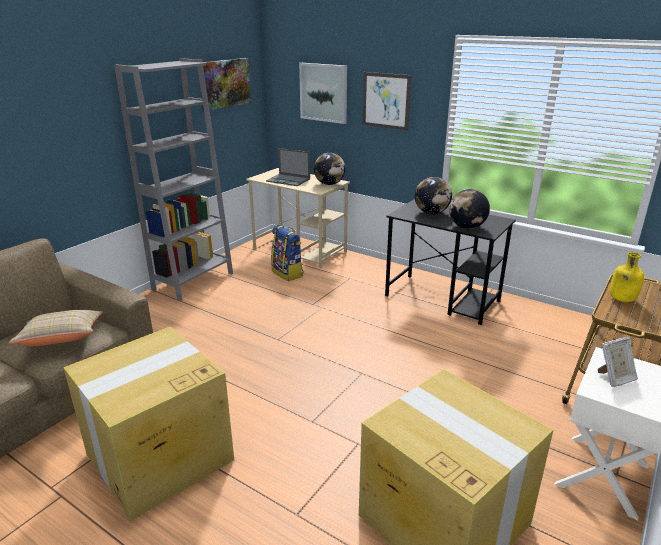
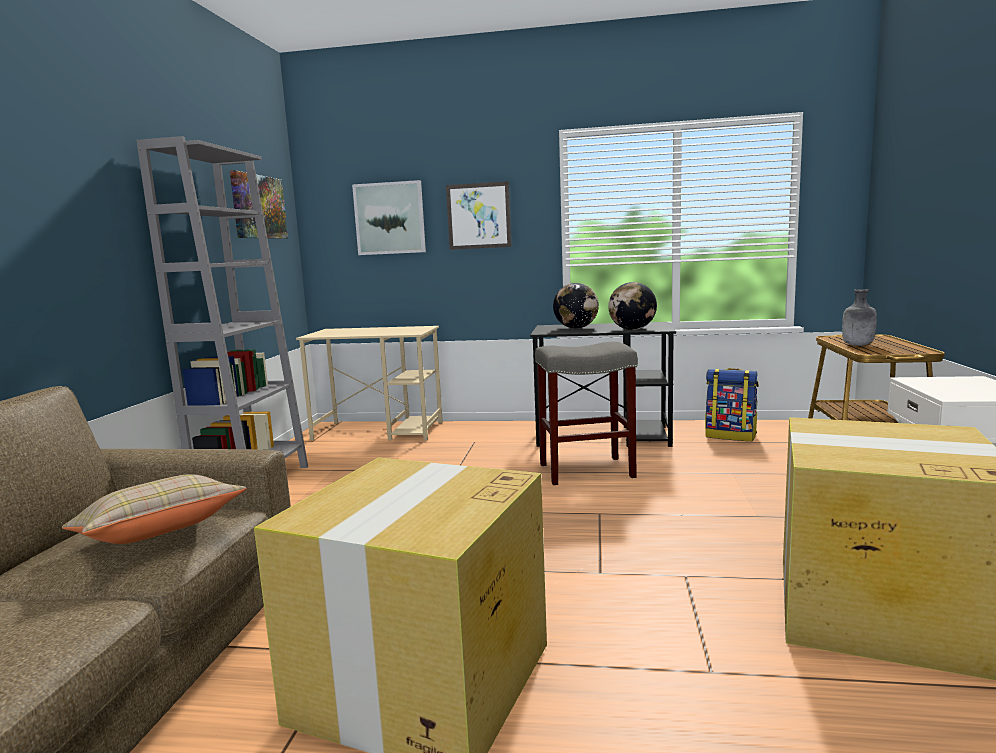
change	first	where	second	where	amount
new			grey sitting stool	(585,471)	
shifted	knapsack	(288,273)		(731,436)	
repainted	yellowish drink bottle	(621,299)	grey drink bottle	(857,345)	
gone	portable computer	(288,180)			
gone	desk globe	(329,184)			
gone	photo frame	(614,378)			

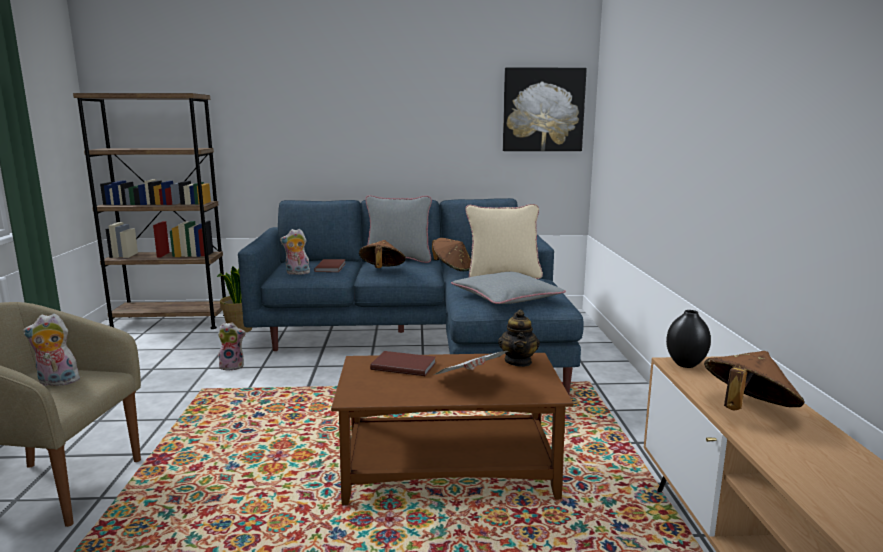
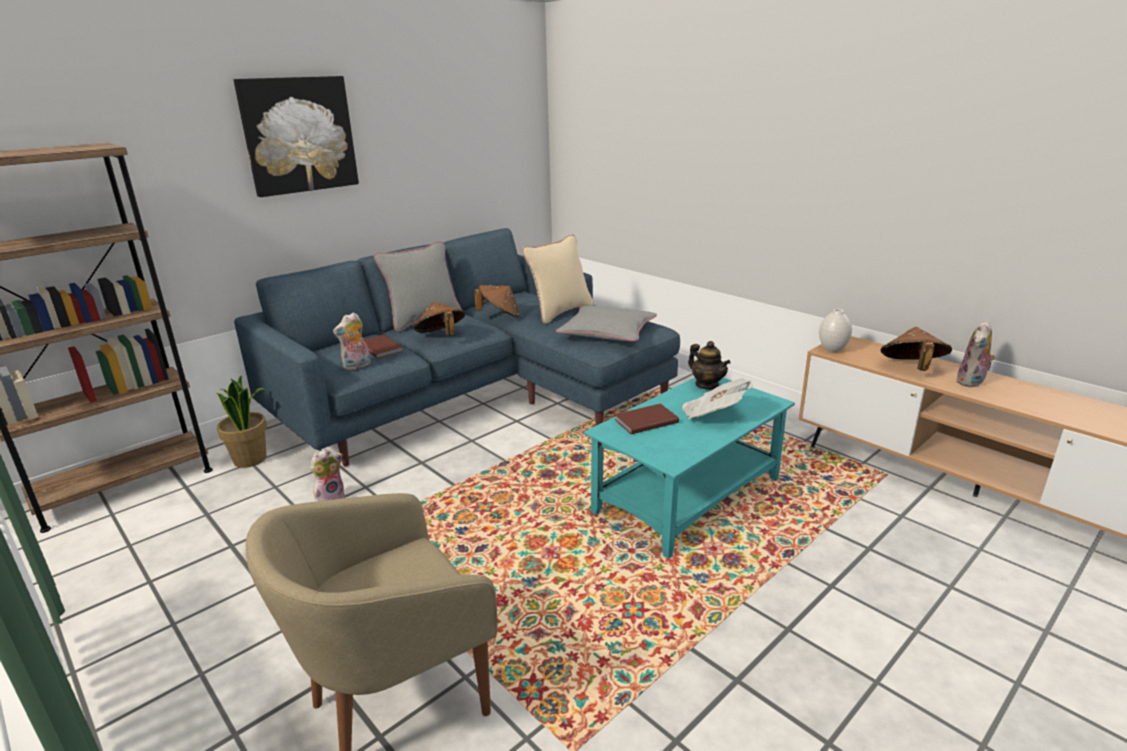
change	first	where	second	where	amount
shifted	wall picture	(543,110)		(299,135)	
repainted	brownish low table	(451,470)	blue-green low table	(688,495)	
repainted	black-coloured decorative vase	(686,364)	white-coloured decorative vase	(833,349)	
shifted	soft toy	(56,382)		(972,382)	

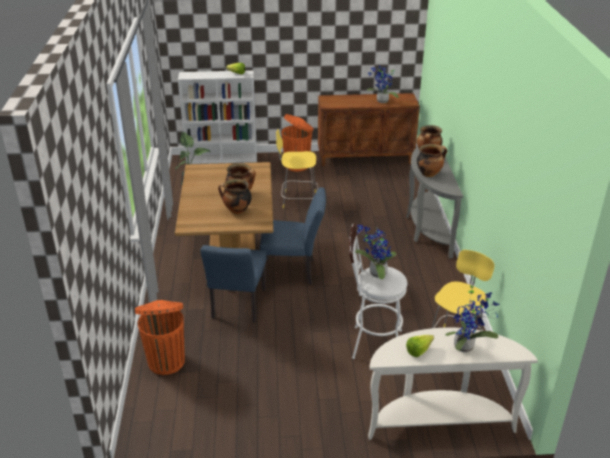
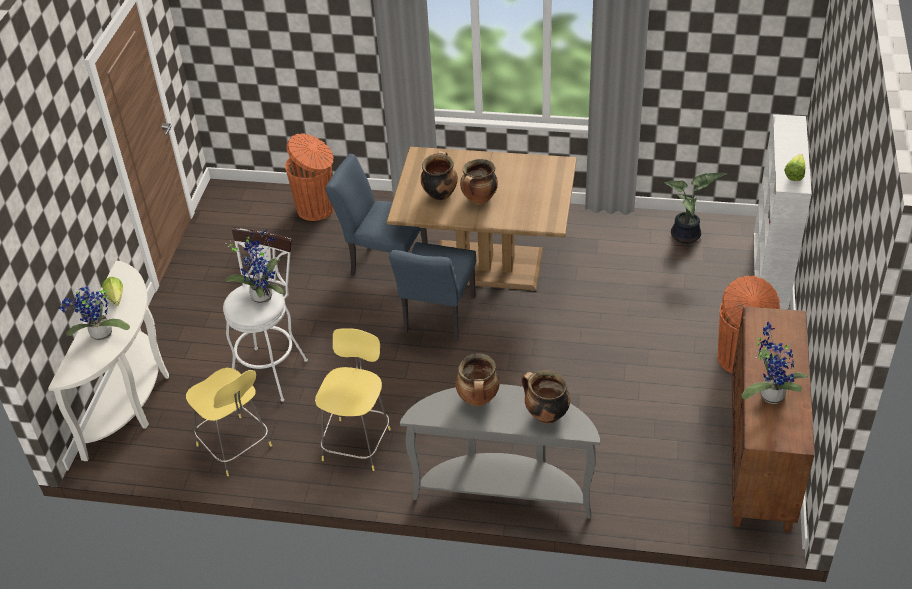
change	first	where	second	where	amount
shifted	yellowish sitting stool	(297,200)		(357,442)	

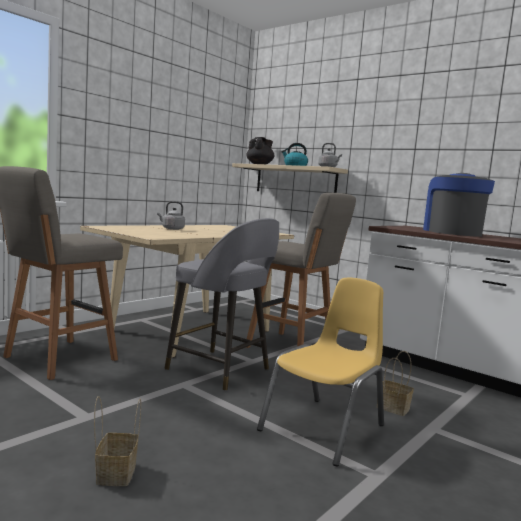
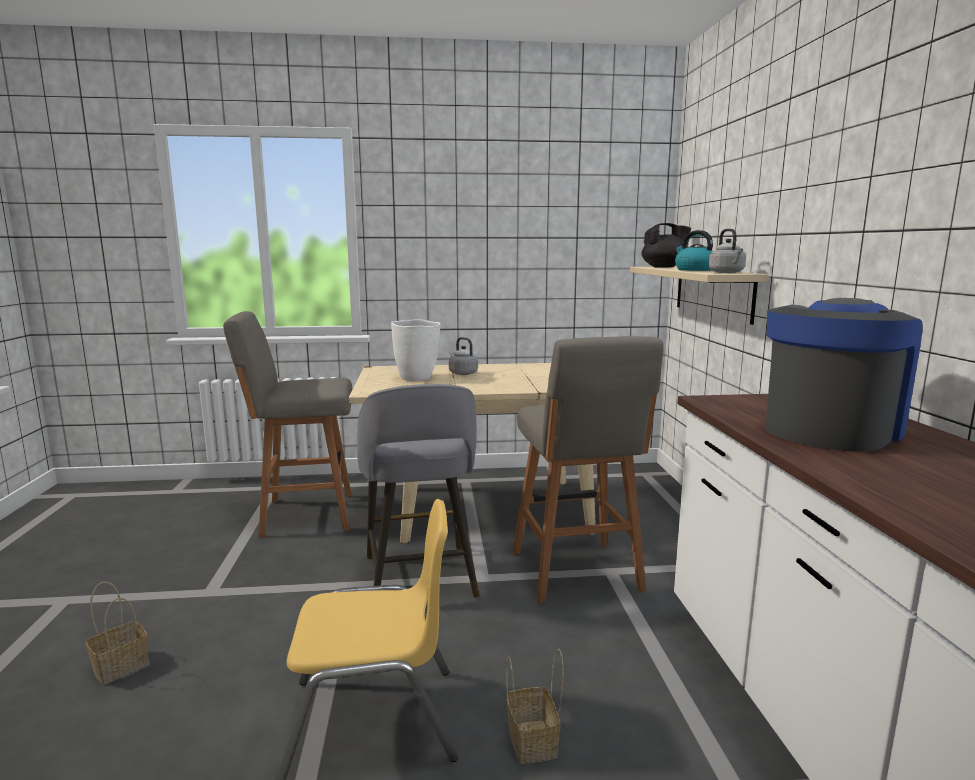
change	first	where	second	where	amount
new			white-coloured decorative vase	(417,378)	

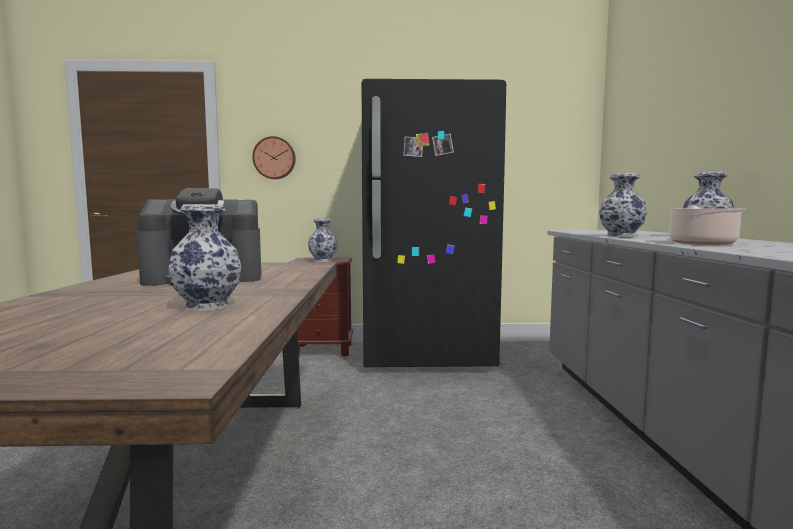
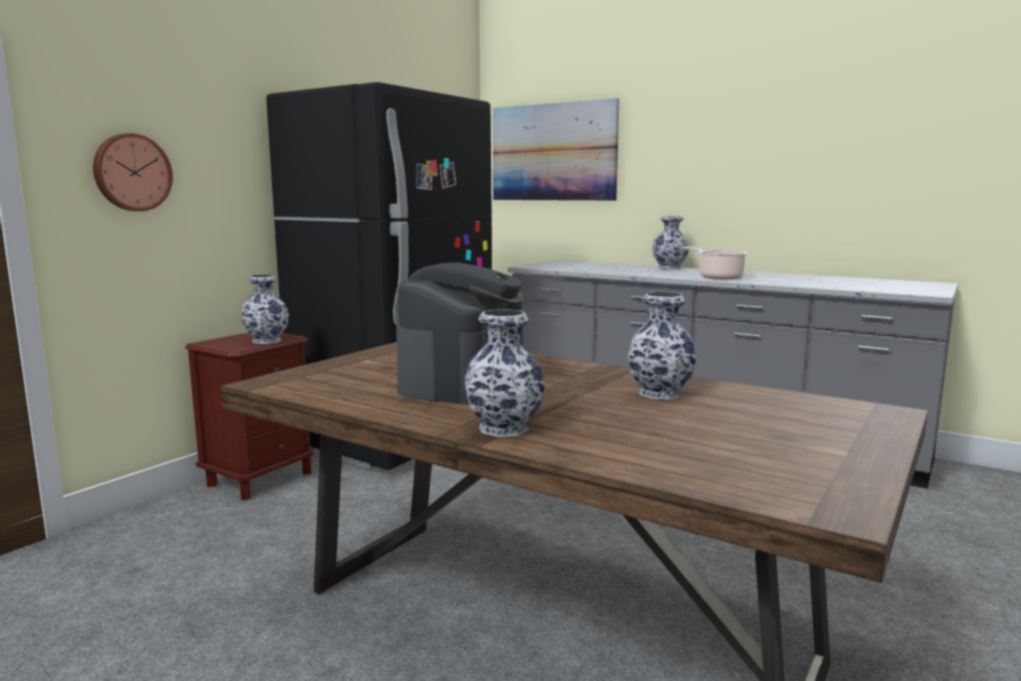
change	first	where	second	where	amount
shifted	decorative vase	(621,236)		(503,428)	
new			wall picture	(553,152)	

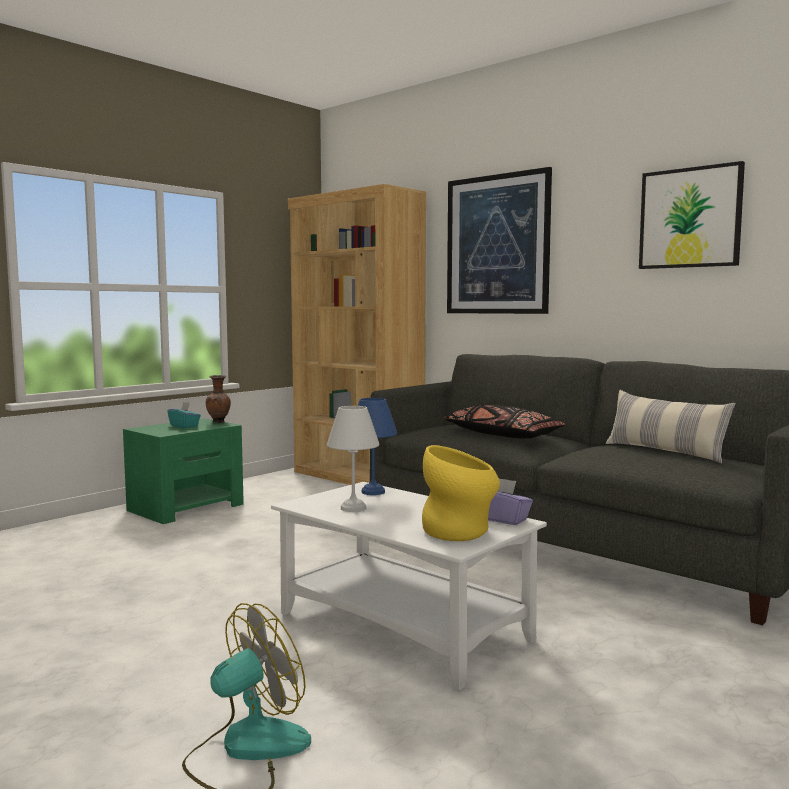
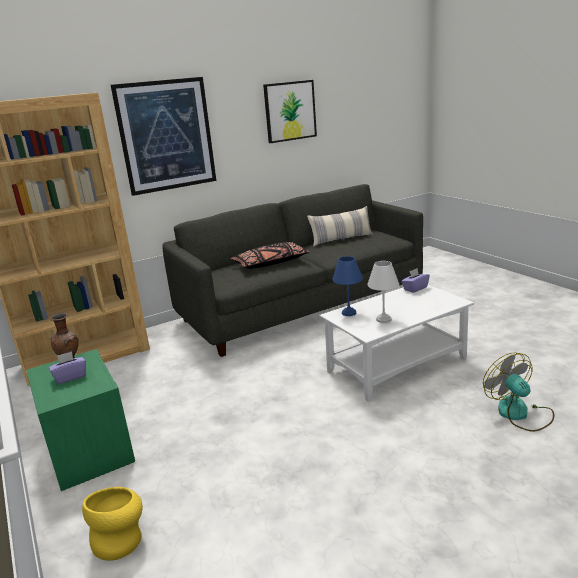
change	first	where	second	where	amount
repainted	blue-green tissue box	(184,426)	purple tissue box	(70,377)	
shifted	yellowish decorative vase	(460,532)		(121,540)	

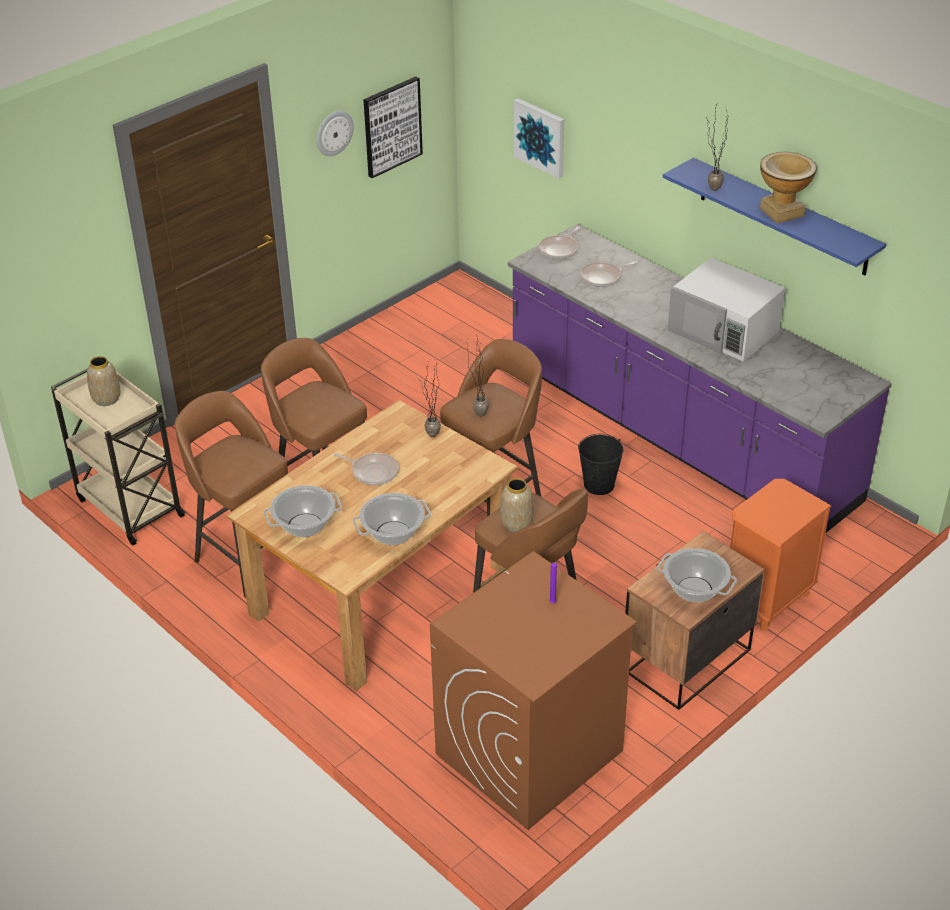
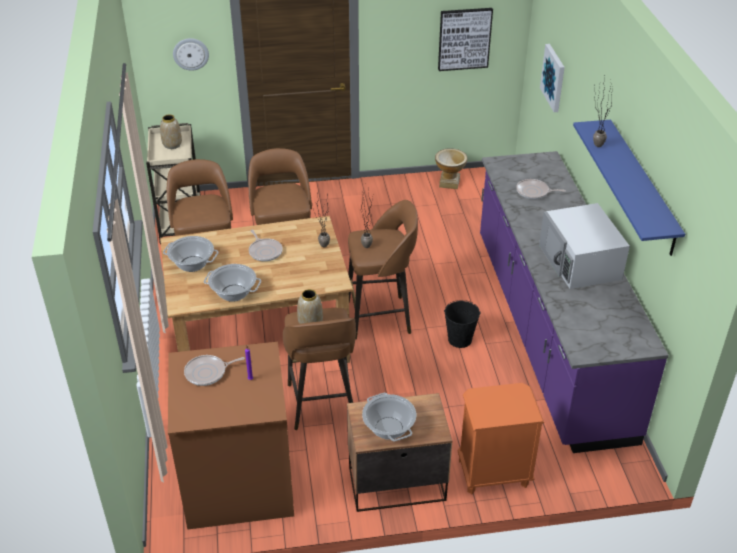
change	first	where	second	where	amount
shifted	clock on the wall	(334,132)		(190,53)	
shifted	frying pan	(560,249)		(208,373)	
shifted	decorative vase	(782,212)		(449,183)	

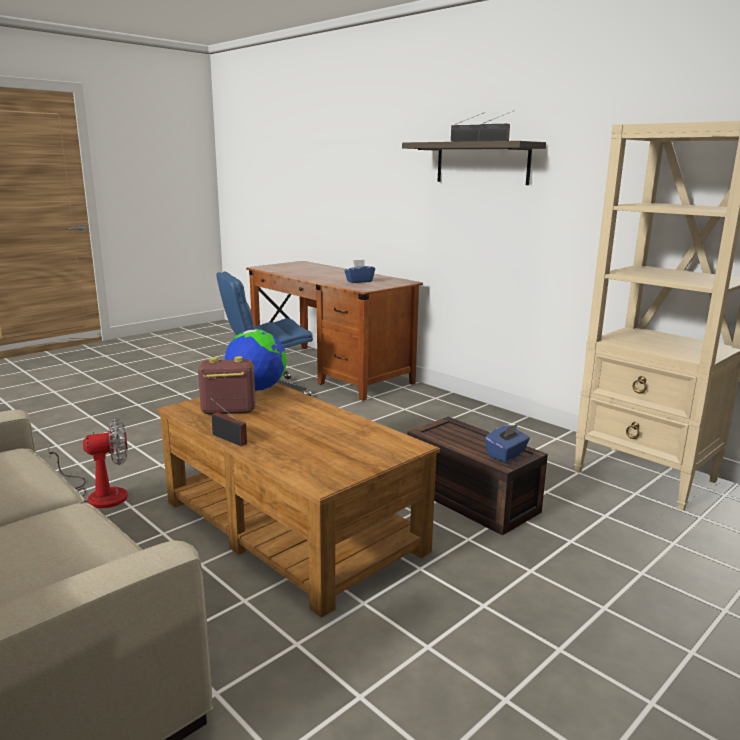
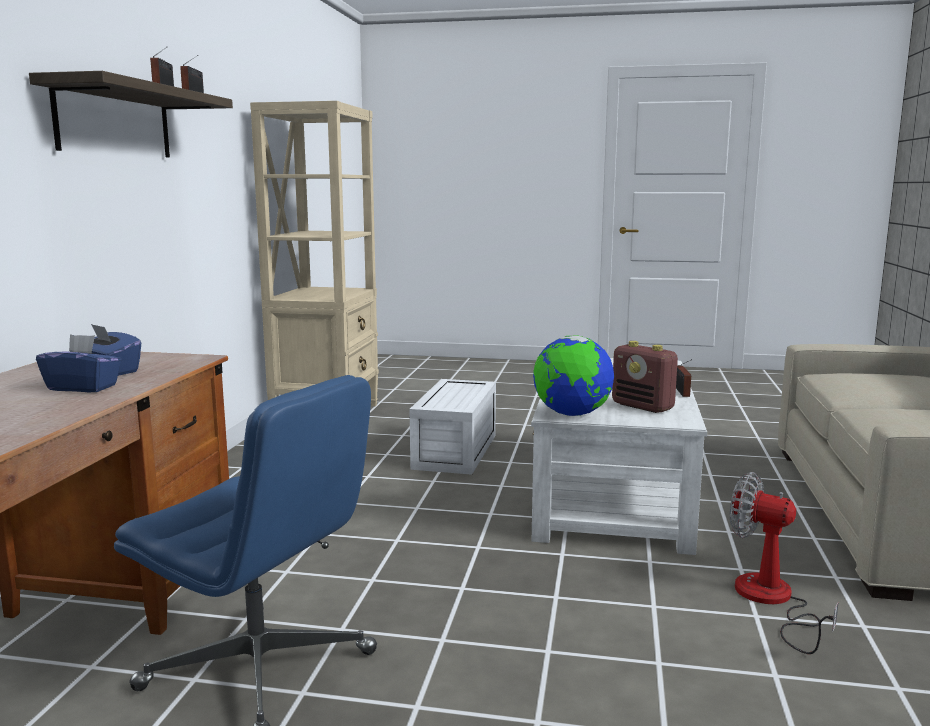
change	first	where	second	where	amount
shifted	blue-coloured tissue box	(506,455)		(83,387)	
repainted	brownish storage box	(468,498)	white-coloured storage box	(457,452)	
repainted	brownish low table	(292,524)	white-coloured low table	(611,492)	

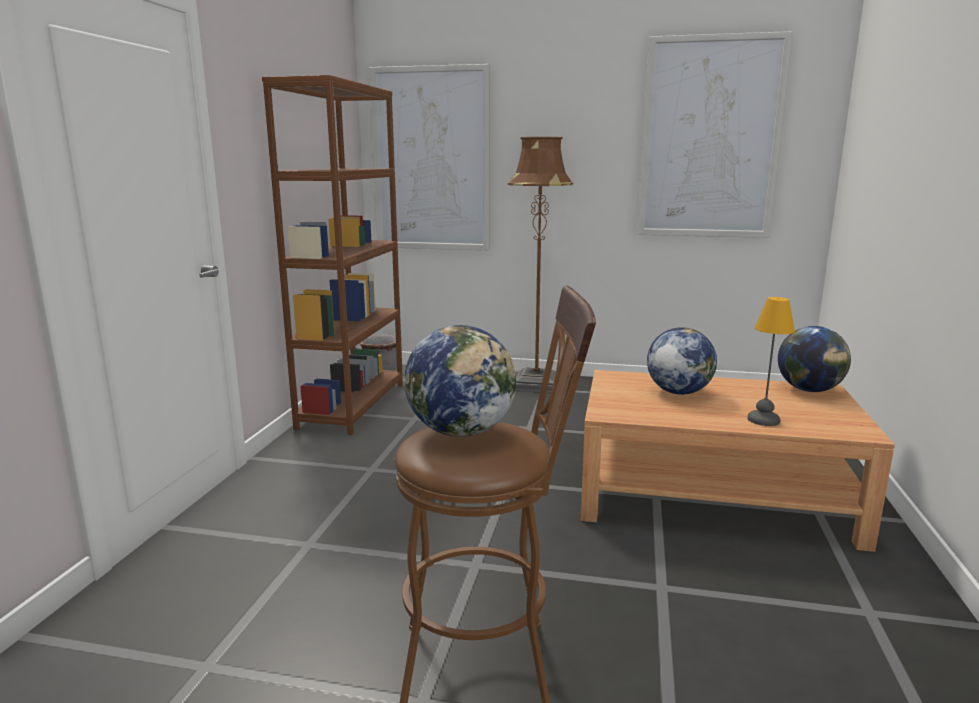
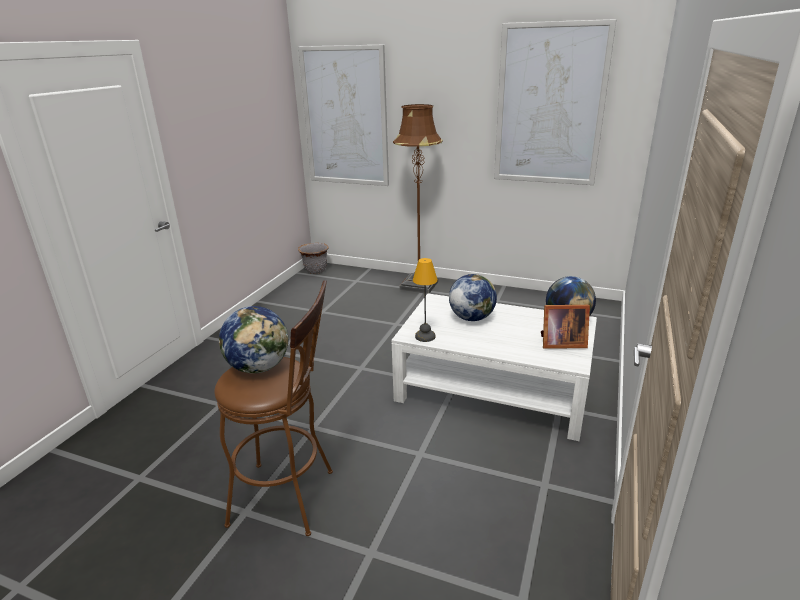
change	first	where	second	where	amount
repainted	brownish low table	(714,495)	white-coloured low table	(494,388)	
shifted	tabletop lamp	(763,420)		(424,337)	
new			photo frame	(560,343)	
gone	brownish shelving unit	(353,405)			

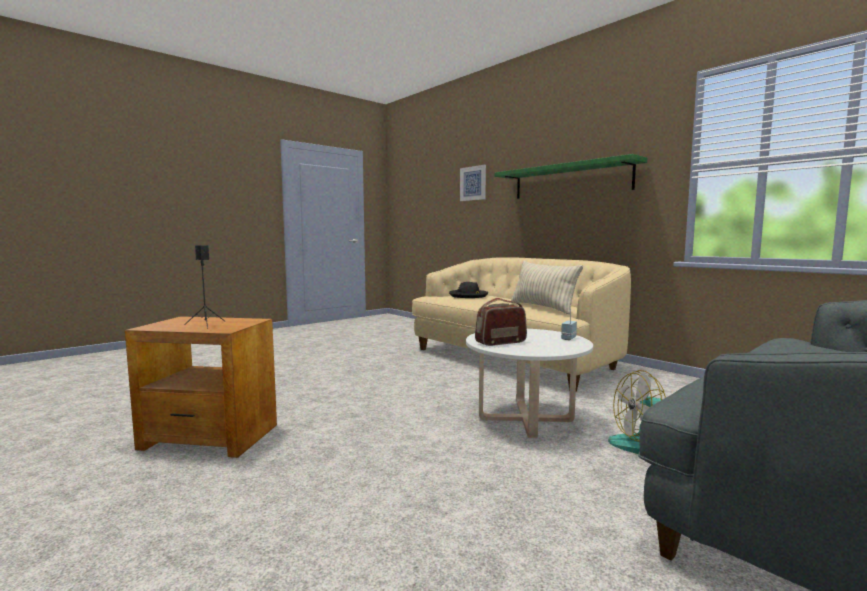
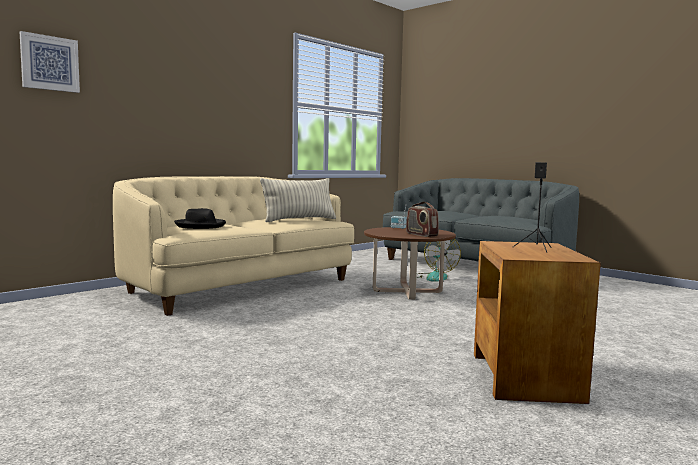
change	first	where	second	where	amount
repainted	white-coloured low table	(525,419)	brownish low table	(407,291)	
gone	green-coloured bracket shelf	(570,180)			

